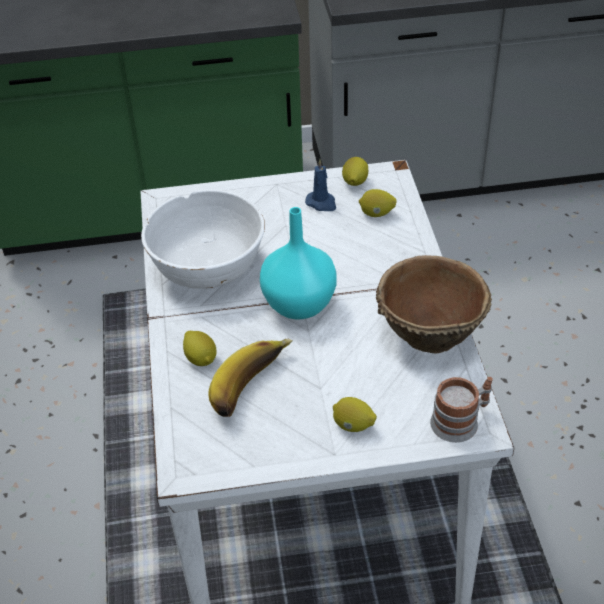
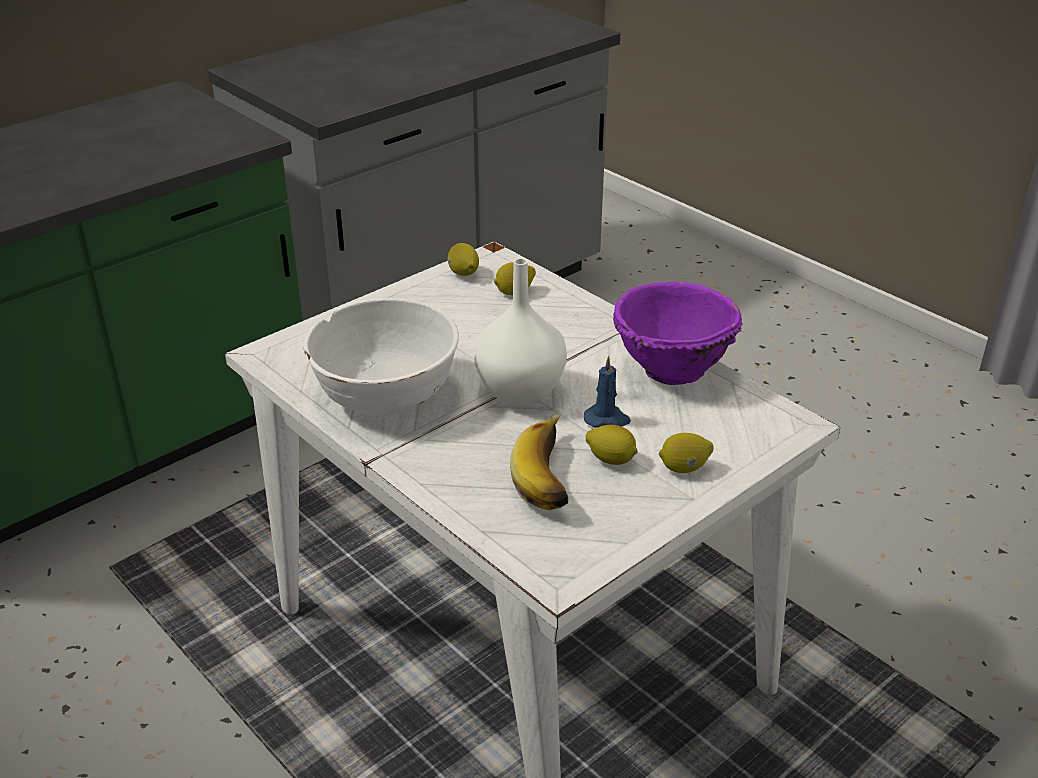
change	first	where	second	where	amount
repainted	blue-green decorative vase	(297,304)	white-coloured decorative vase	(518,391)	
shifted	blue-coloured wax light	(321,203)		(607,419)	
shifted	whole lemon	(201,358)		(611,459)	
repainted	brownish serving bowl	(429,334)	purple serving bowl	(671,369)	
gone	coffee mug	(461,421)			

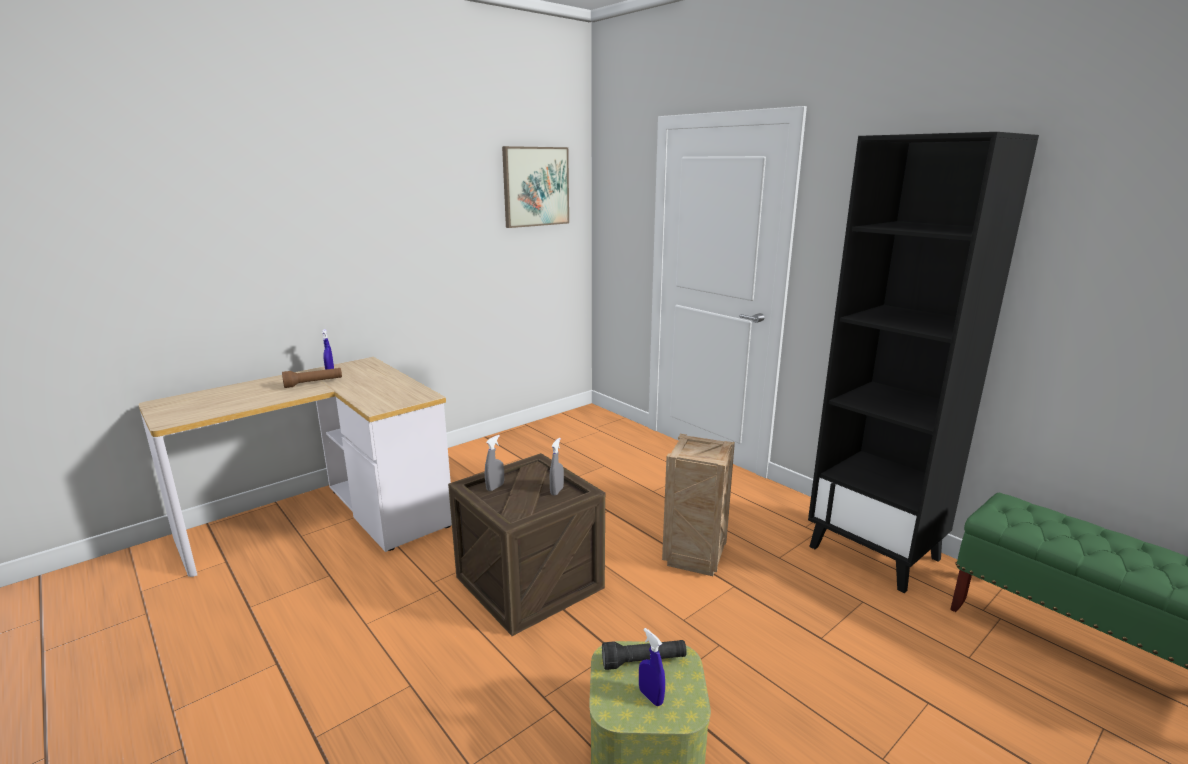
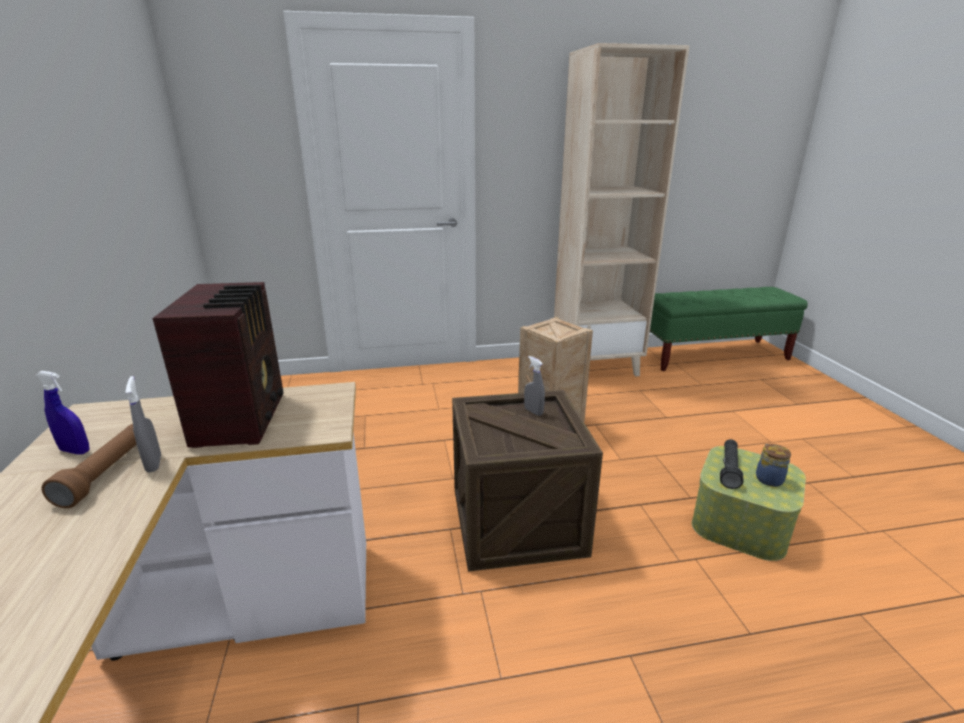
change	first	where	second	where	amount
shifted	grey sprayer	(495,487)		(154,463)	
new			radio receiver	(243,418)	
repainted	black-coloured shelving unit	(875,553)	beige shelving unit	(596,366)	
swapped	blue-coloured sprayer	(650,697)	preserve jar	(768,479)	
gone	wall picture	(535,186)			

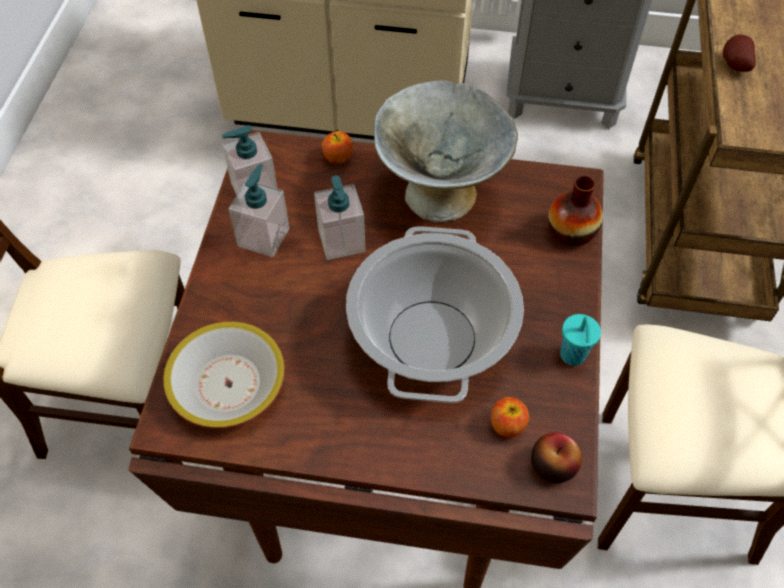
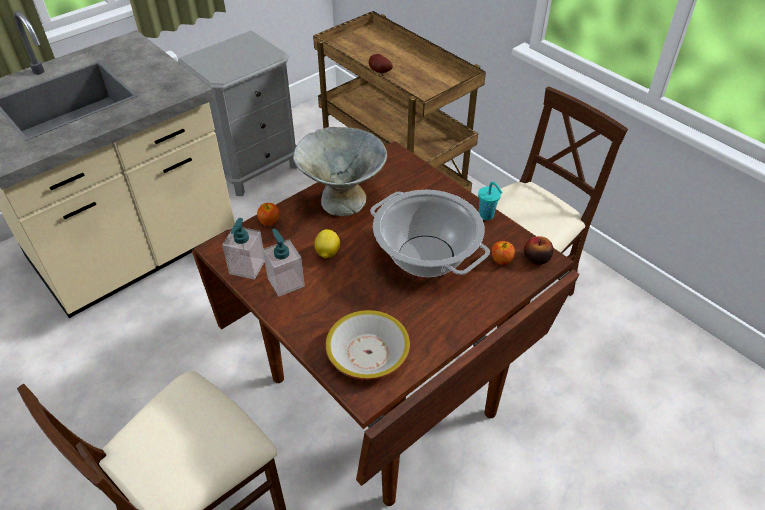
change	first	where	second	where	amount
swapped	liquid soap bottle	(341,241)	whole lemon	(327,253)	
gone	decorative vase	(571,231)			

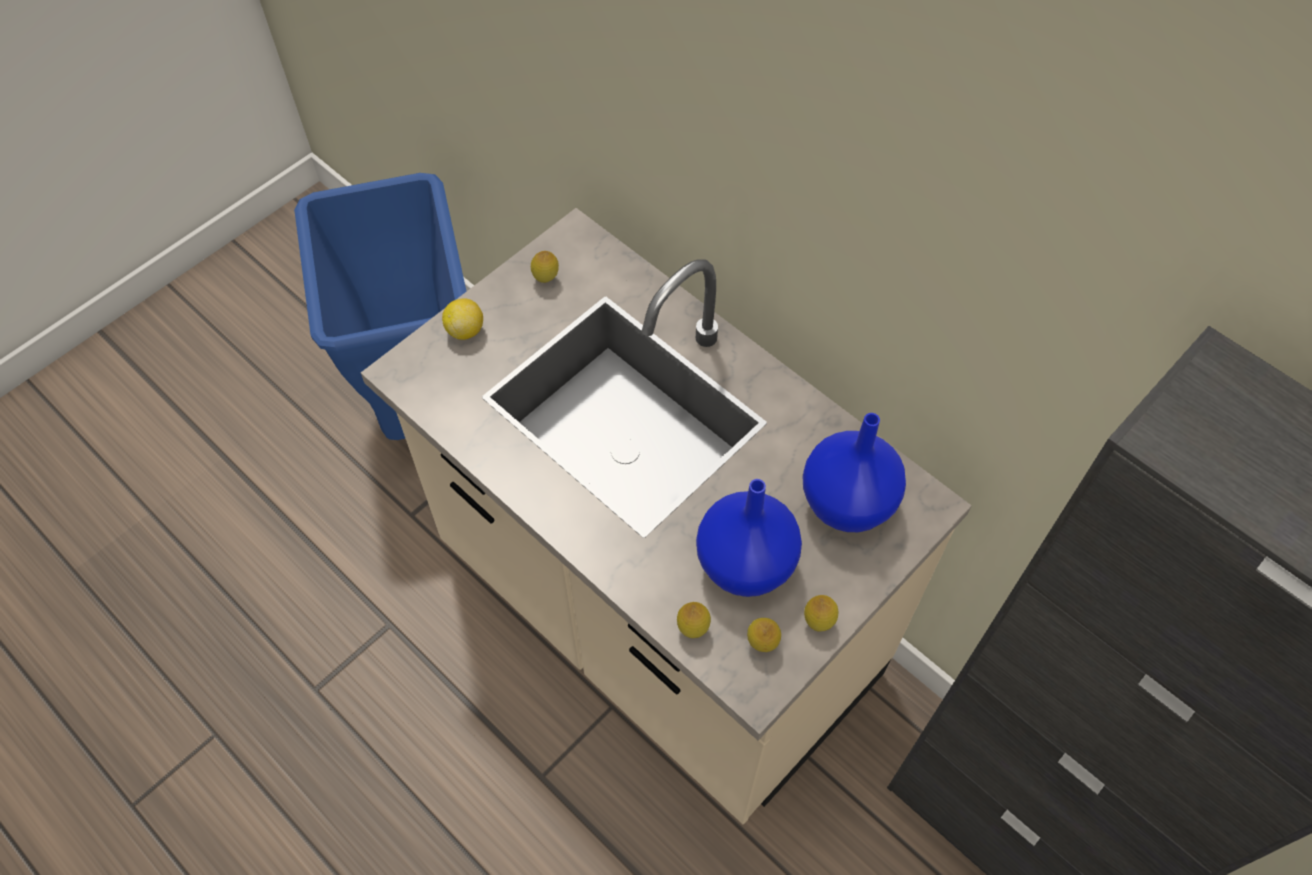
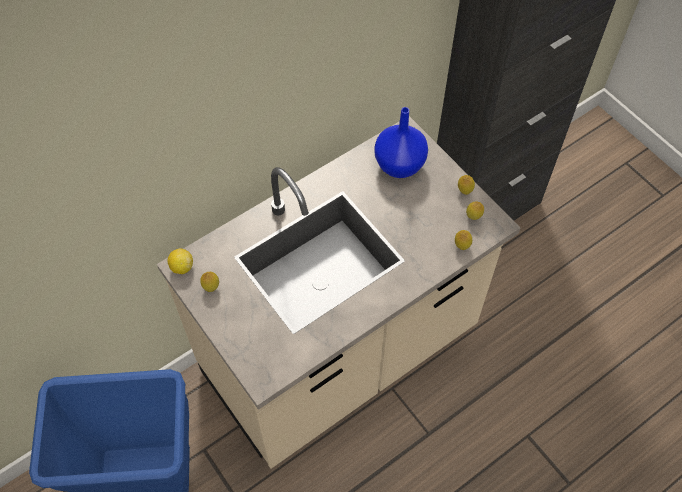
change	first	where	second	where	amount
shifted	whole lemon	(465,330)		(182,267)	
gone	blue-coloured decorative vase	(747,565)			

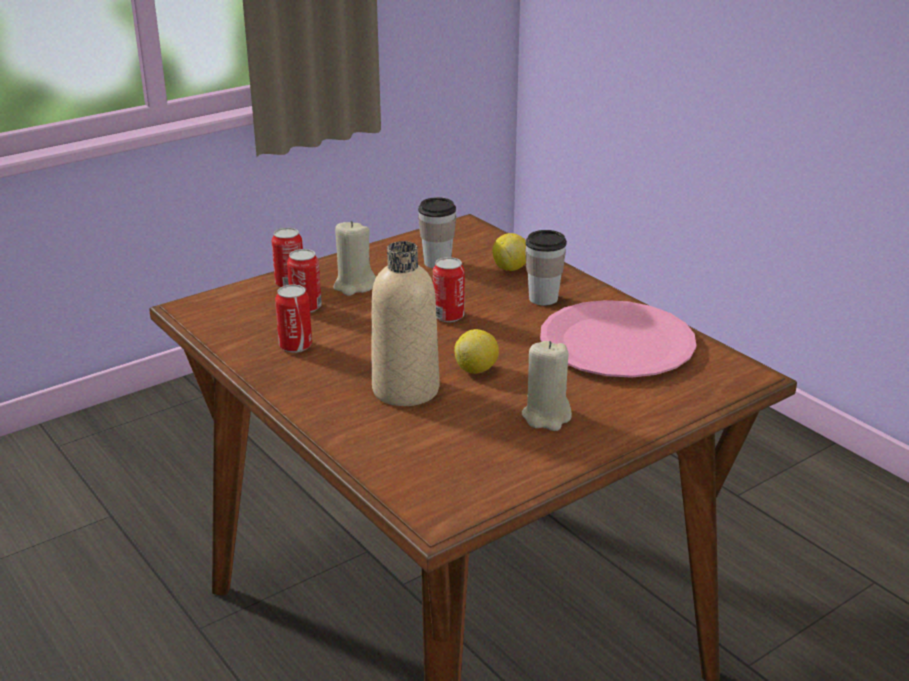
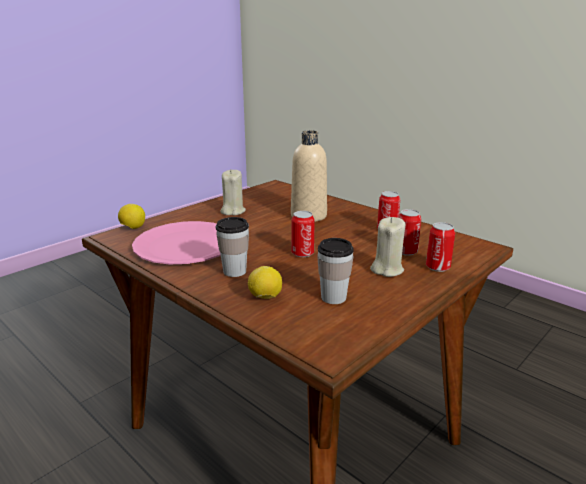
change	first	where	second	where	amount
shifted	whole lemon	(476,370)		(133,228)	

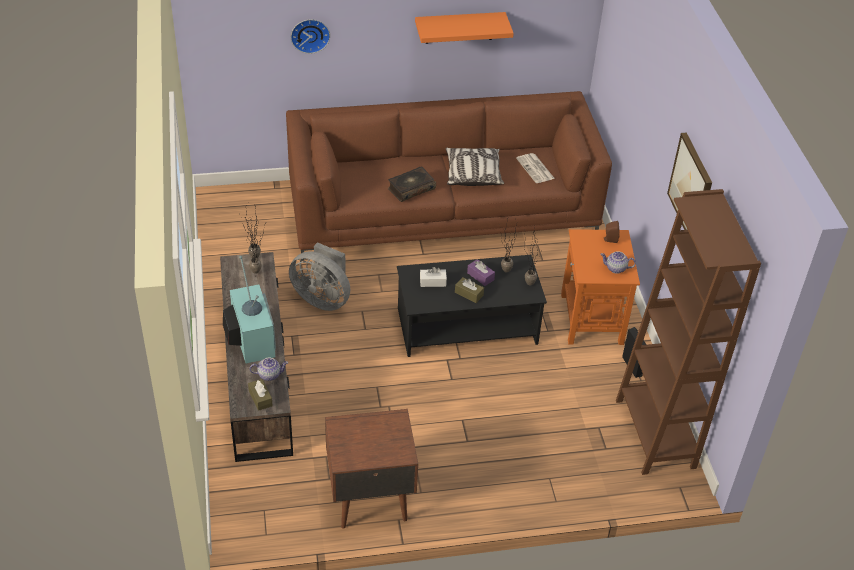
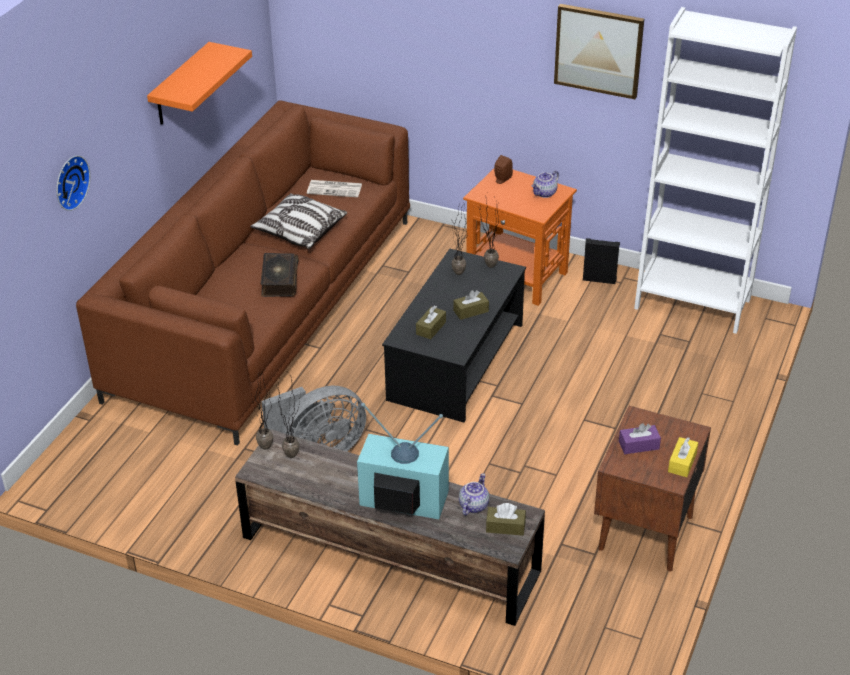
change	first	where	second	where	amount
repainted	white-coloured tissue box	(433,282)	brownish tissue box	(431,328)	
shifted	purple tissue box	(480,276)		(638,445)	
repainted	brownish shelving unit	(655,433)	white-coloured shelving unit	(692,303)	
new			yellowish tissue box	(682,462)	

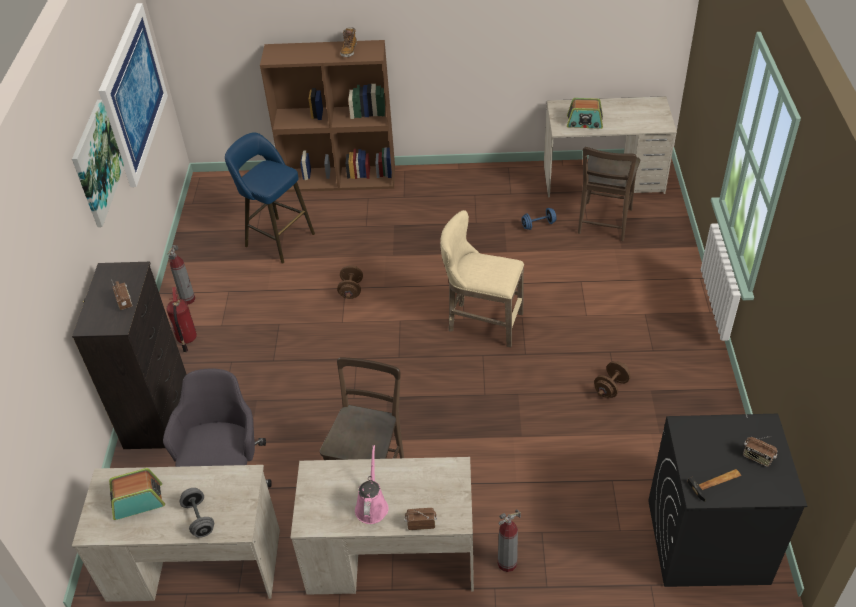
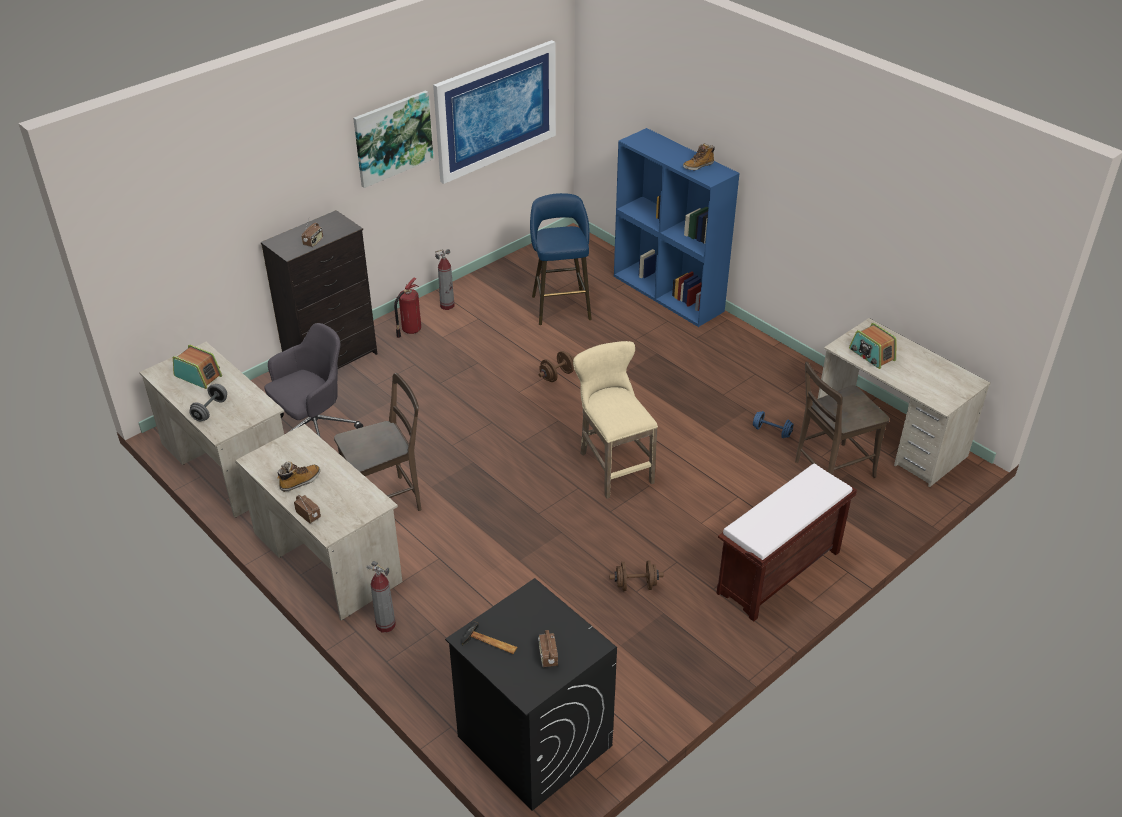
change	first	where	second	where	amount
swapped	pinkish watering can	(372,505)	high-top boot	(300,481)	
repainted	brownish shelving unit	(340,178)	blue-coloured shelving unit	(669,293)	
new			brownish bench	(778,573)	

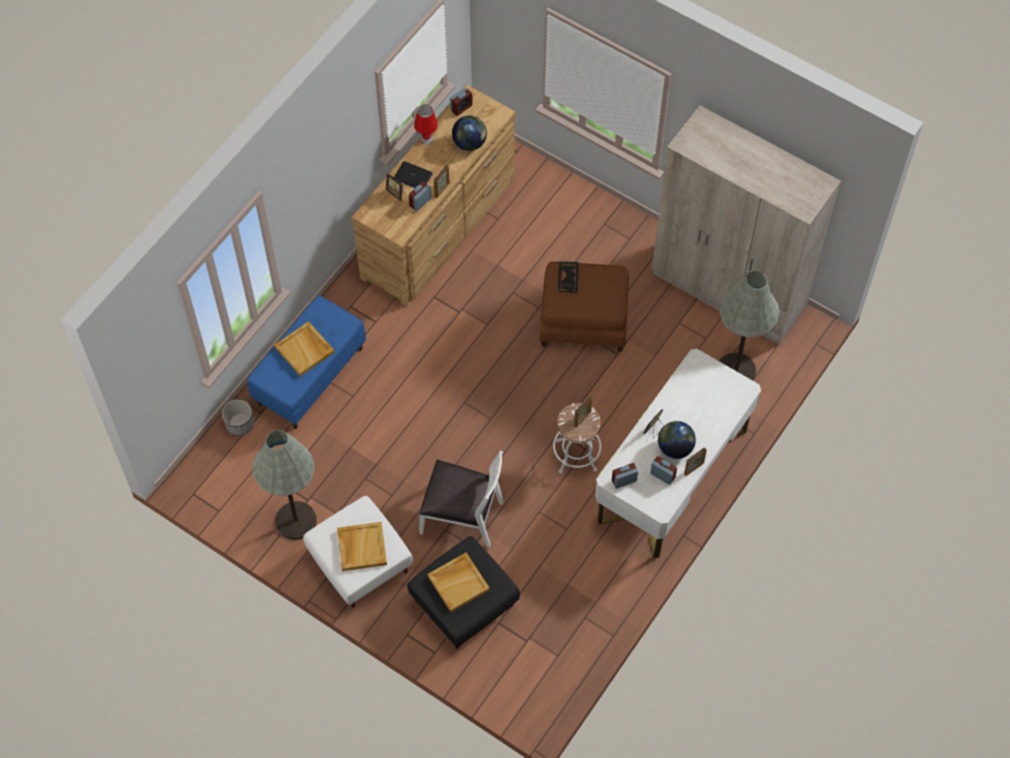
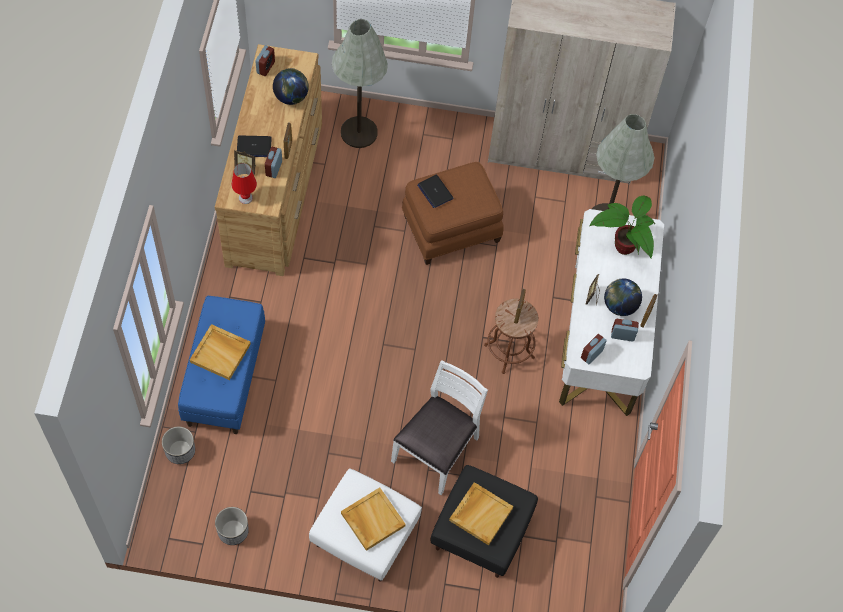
change	first	where	second	where	amount
new			plant pot	(233,531)	
shifted	red-coloured tabletop lamp	(426,139)		(245,197)	
shifted	grey floor lamp	(296,520)		(359,132)	
rotated	white-coloured chair	(462,516)		(437,450)	45 degrees counterclockwise
swapped	black-coloured serving tray	(568,279)	portable computer	(435,192)	
repainted	white-coloured sitting stool	(576,455)	brownish sitting stool	(509,351)	
new			potted plant	(621,249)	

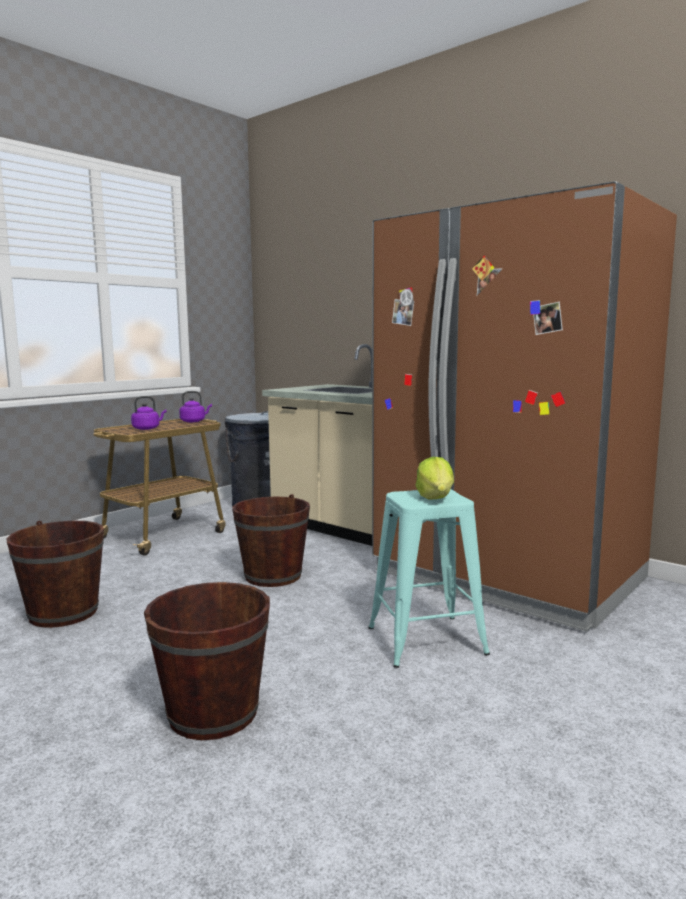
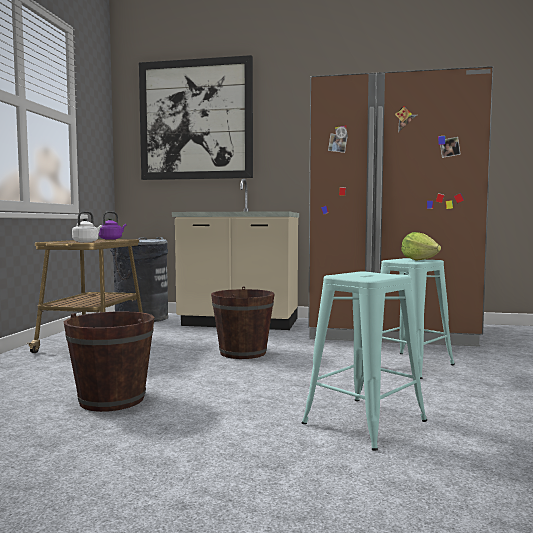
change	first	where	second	where	amount
repainted	purple kettle	(147,428)	white-coloured kettle	(86,242)	
new			wall picture	(196,120)	
swapped	brownish pail	(213,713)	blue-green sitting stool	(364,422)	

